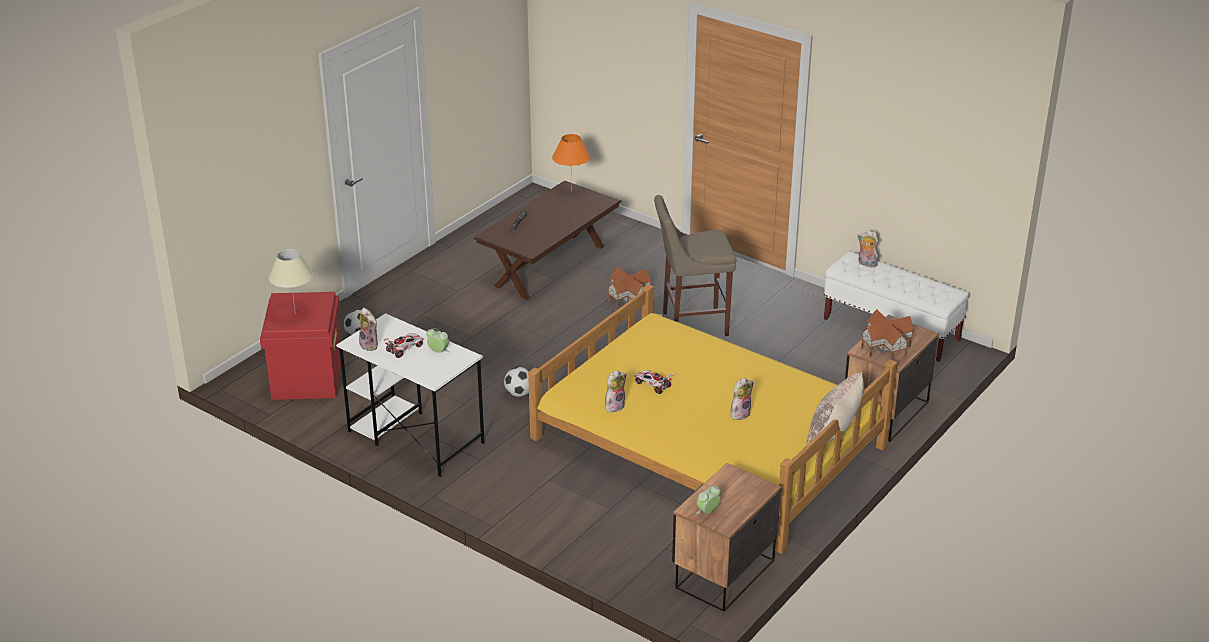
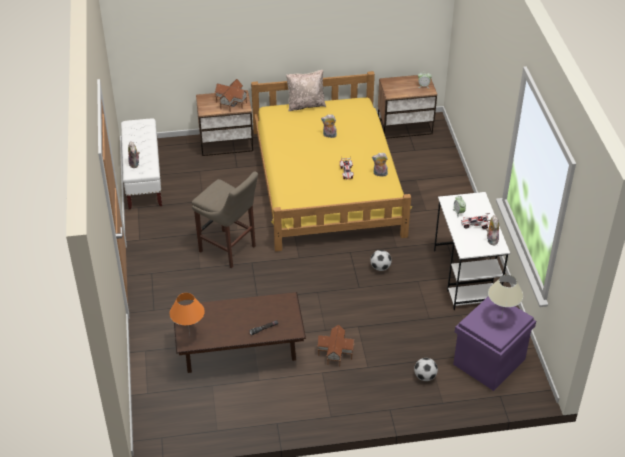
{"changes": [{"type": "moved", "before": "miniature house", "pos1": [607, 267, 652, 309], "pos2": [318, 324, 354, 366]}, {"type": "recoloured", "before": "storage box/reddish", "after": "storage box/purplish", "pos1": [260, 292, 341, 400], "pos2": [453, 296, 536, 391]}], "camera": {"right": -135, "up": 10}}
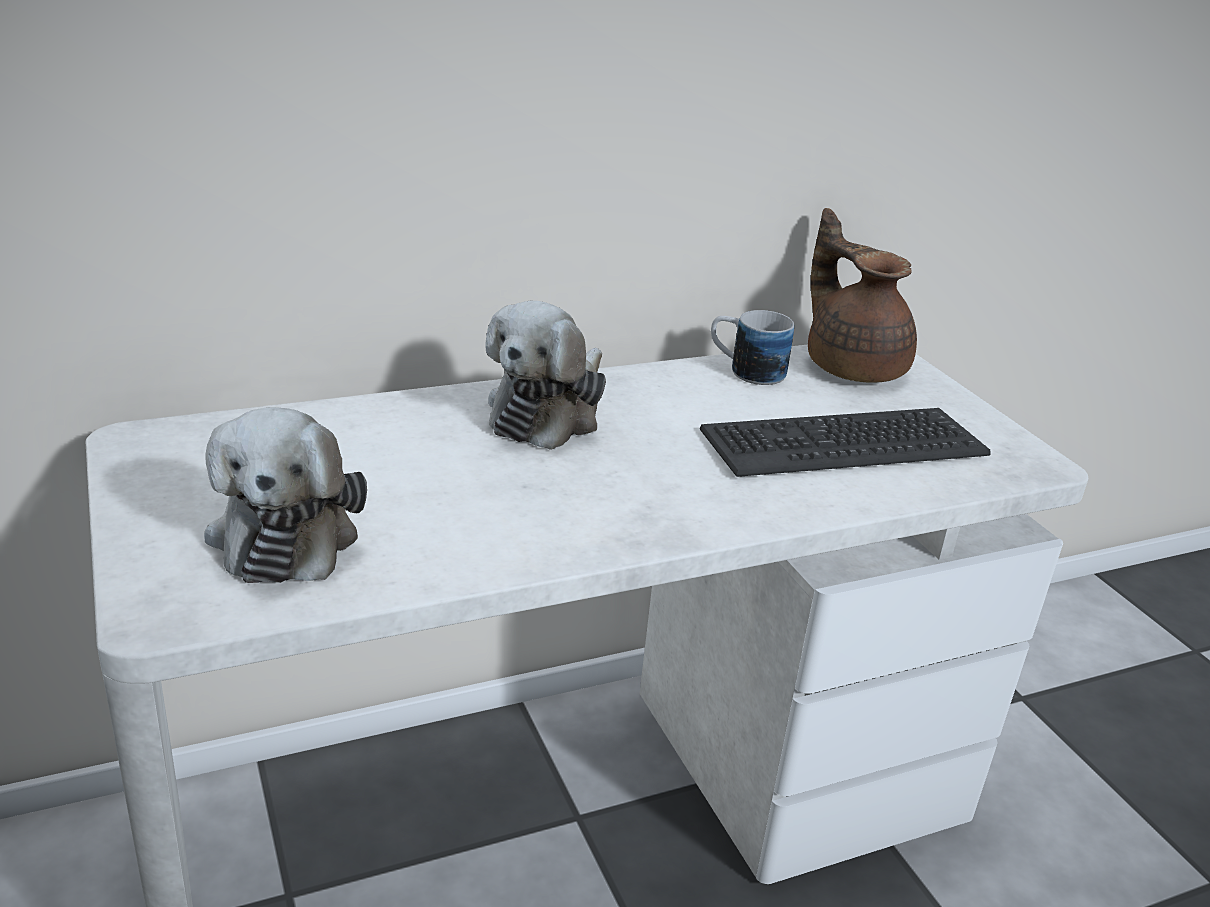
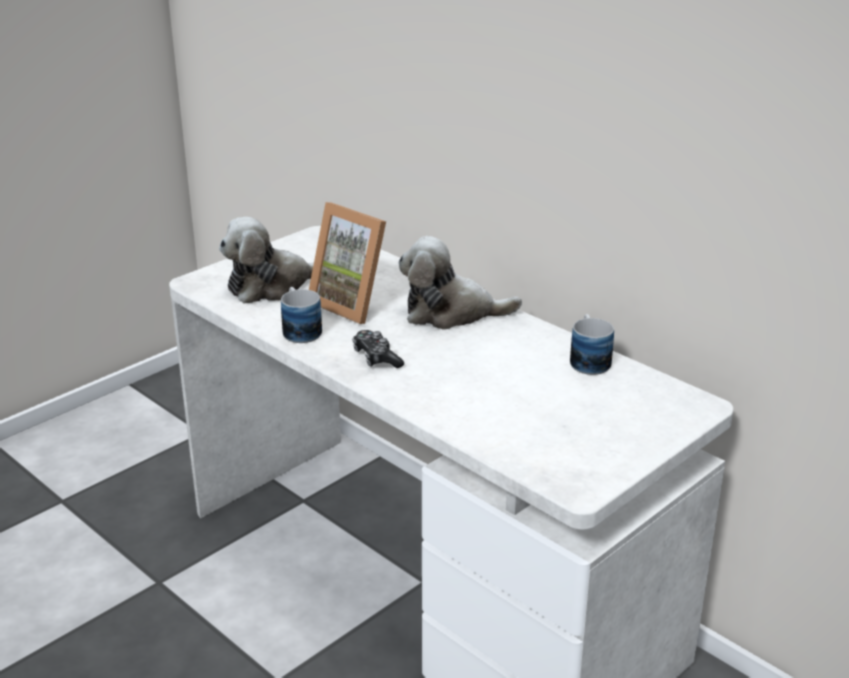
{"changes": [{"type": "removed", "before": "keyboard", "pos1": [700, 408, 991, 477]}, {"type": "removed", "before": "pot for tea/brownish", "pos1": [808, 208, 917, 383]}, {"type": "added", "after": "tea mug", "pos2": [281, 287, 322, 343]}, {"type": "added", "after": "picture frame", "pos2": [309, 202, 386, 324]}, {"type": "added", "after": "gamepad", "pos2": [352, 330, 404, 368]}], "camera": {"right": 70, "up": 0}}
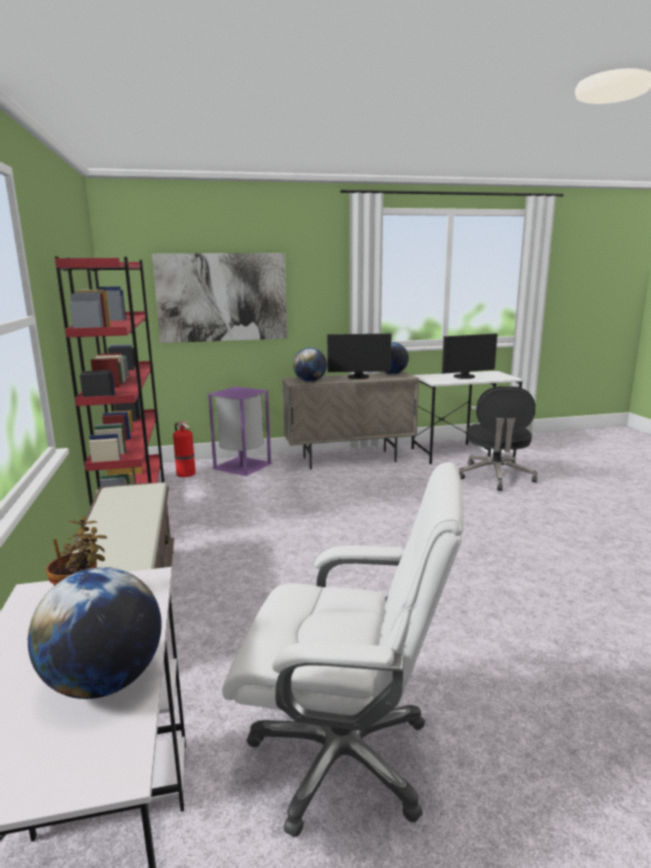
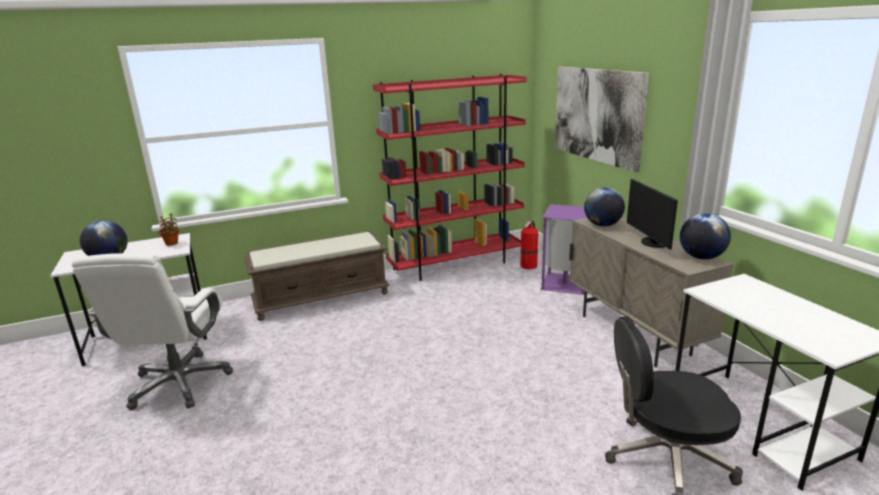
{"changes": [{"type": "removed", "before": "computer display", "pos1": [442, 333, 497, 379]}], "camera": {"right": 80, "up": 5}}
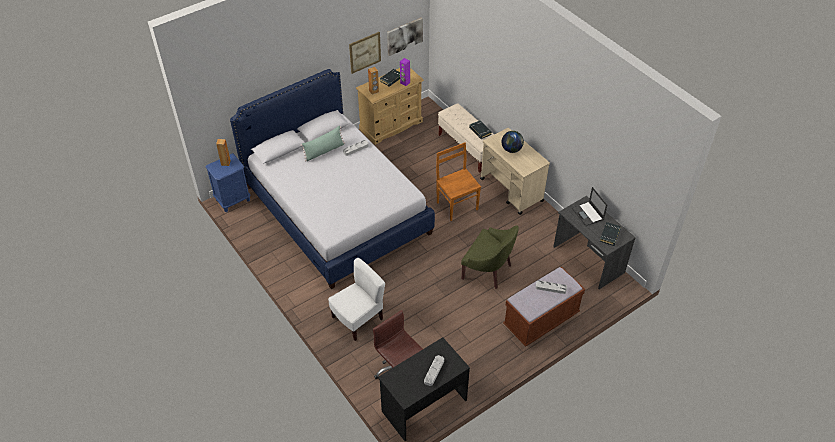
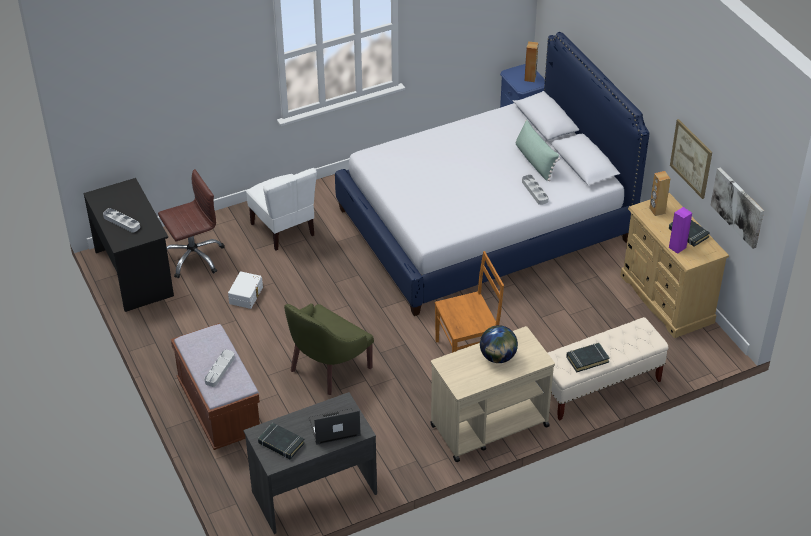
{"changes": [{"type": "added", "after": "storage box/whitish", "pos2": [228, 271, 263, 309]}], "camera": {"right": 100, "up": -5}}
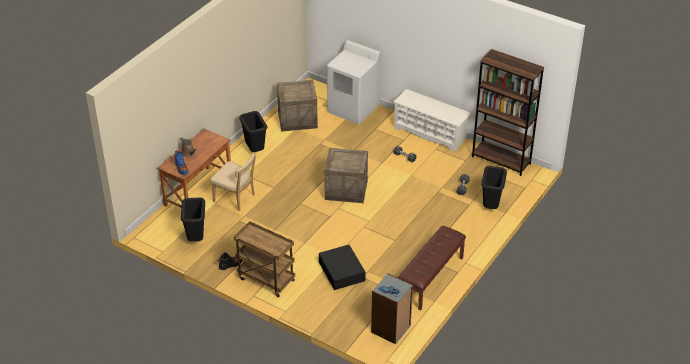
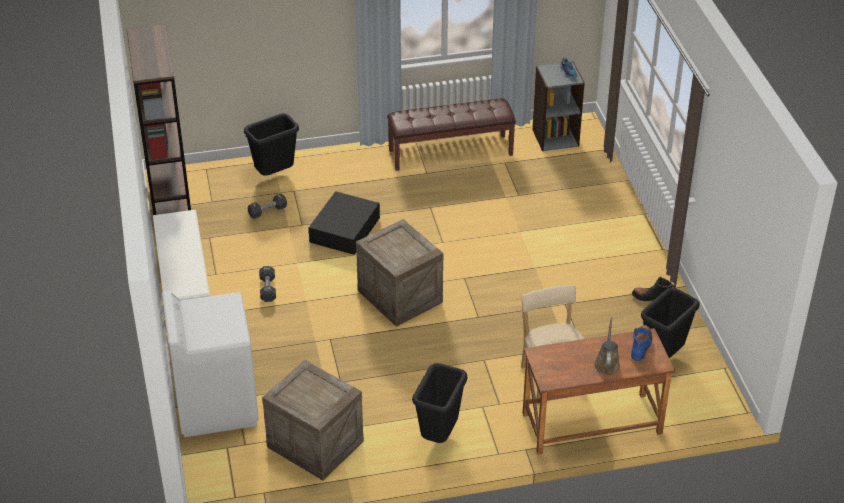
{"changes": [{"type": "removed", "before": "cart/brownish", "pos1": [234, 221, 295, 297]}, {"type": "moved", "before": "storage box/black-coloured", "pos1": [319, 245, 365, 290], "pos2": [308, 191, 380, 255]}], "camera": {"right": -135, "up": 0}}
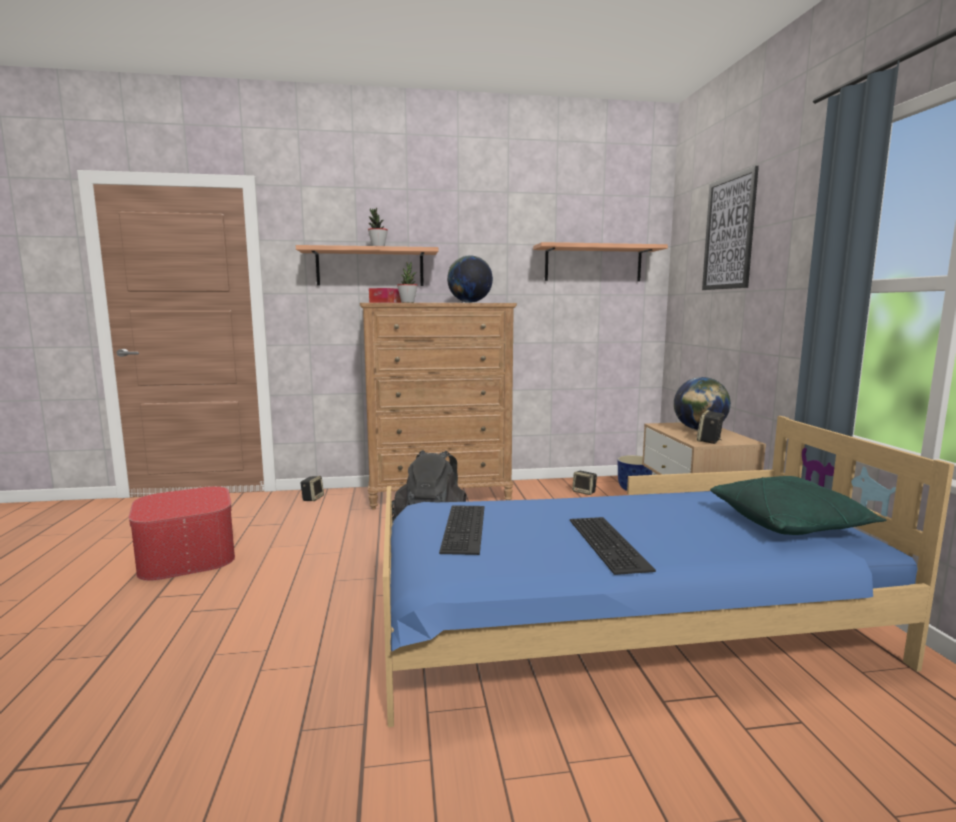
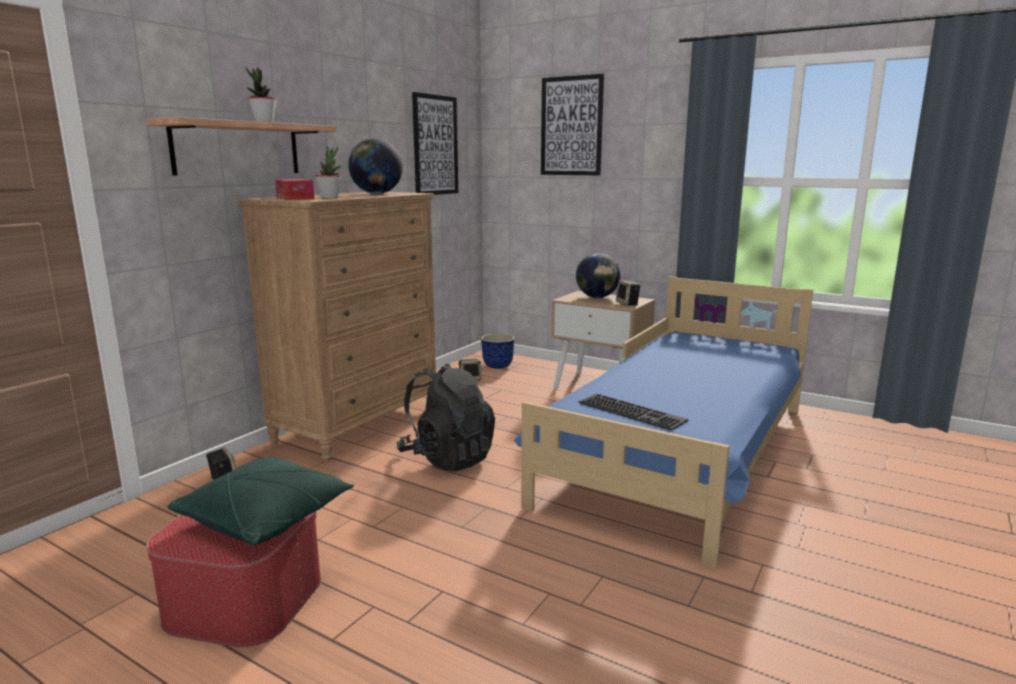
{"changes": [{"type": "removed", "before": "keyboard", "pos1": [570, 517, 656, 575]}, {"type": "moved", "before": "cushion/greenish", "pos1": [710, 476, 886, 535], "pos2": [167, 456, 354, 545]}, {"type": "replaced", "before": "shelf", "after": "picture", "pos1": [533, 242, 668, 281], "pos2": [412, 92, 458, 195]}], "camera": {"right": -50, "up": 5}}
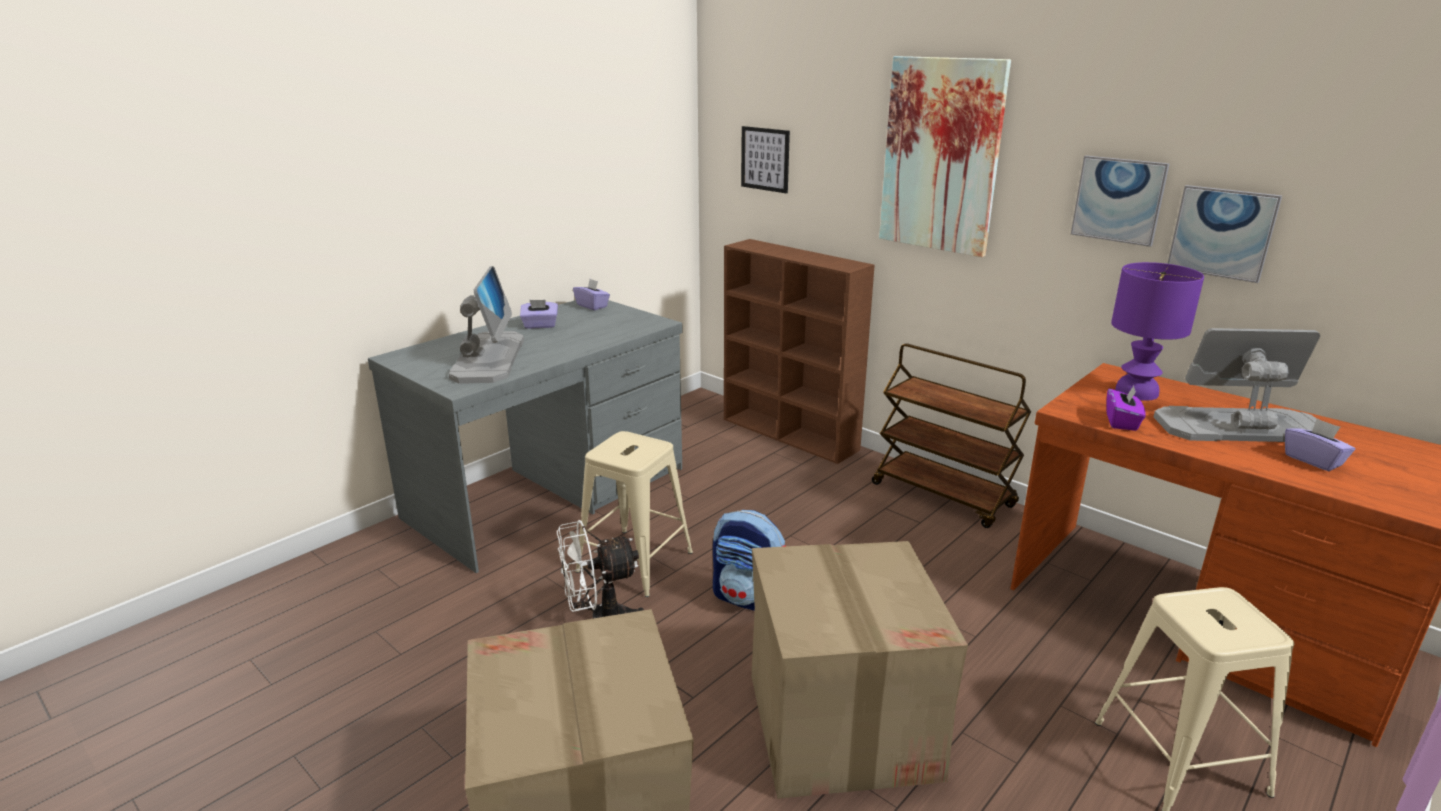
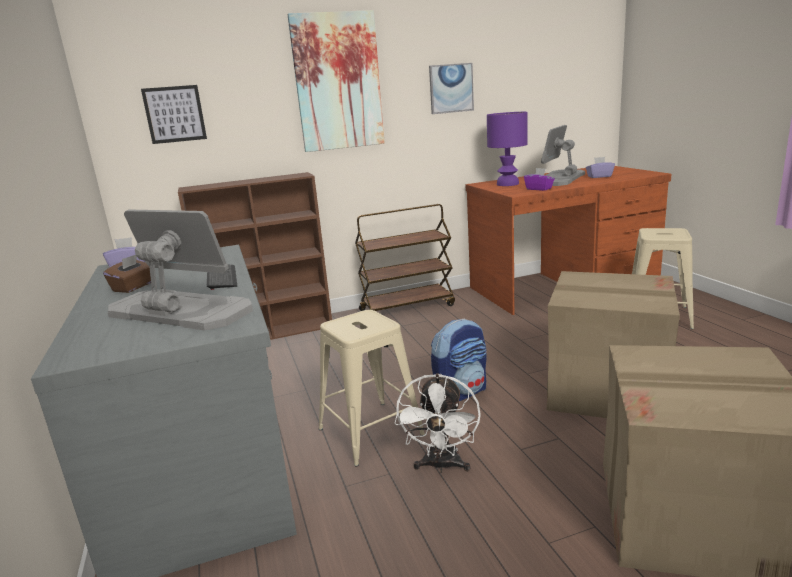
{"changes": [{"type": "removed", "before": "picture", "pos1": [1167, 185, 1282, 283]}, {"type": "added", "after": "keyboard", "pos2": [207, 265, 238, 290]}, {"type": "recoloured", "before": "box of tissues/purplish", "after": "box of tissues/brownish", "pos1": [520, 300, 558, 329], "pos2": [103, 255, 151, 293]}], "camera": {"right": -60, "up": -5}}
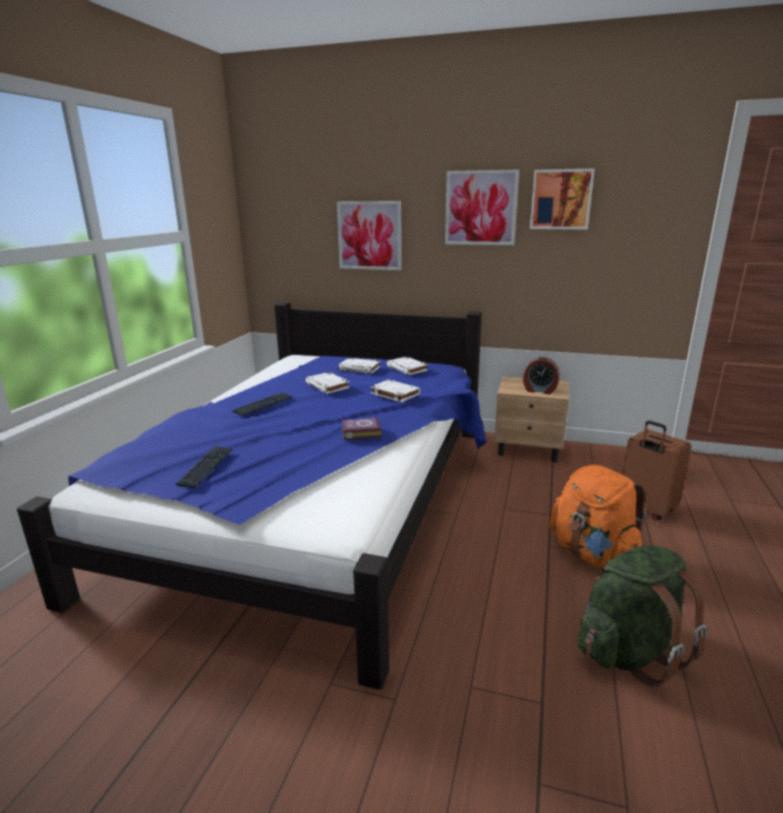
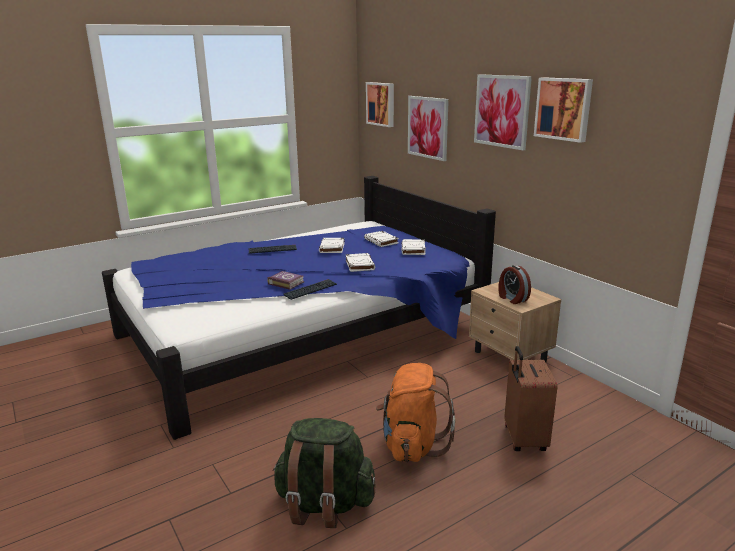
{"changes": [{"type": "added", "after": "picture", "pos2": [366, 82, 394, 127]}, {"type": "moved", "before": "keyboard", "pos1": [176, 446, 233, 488], "pos2": [283, 279, 337, 300]}], "camera": {"right": 40, "up": 0}}
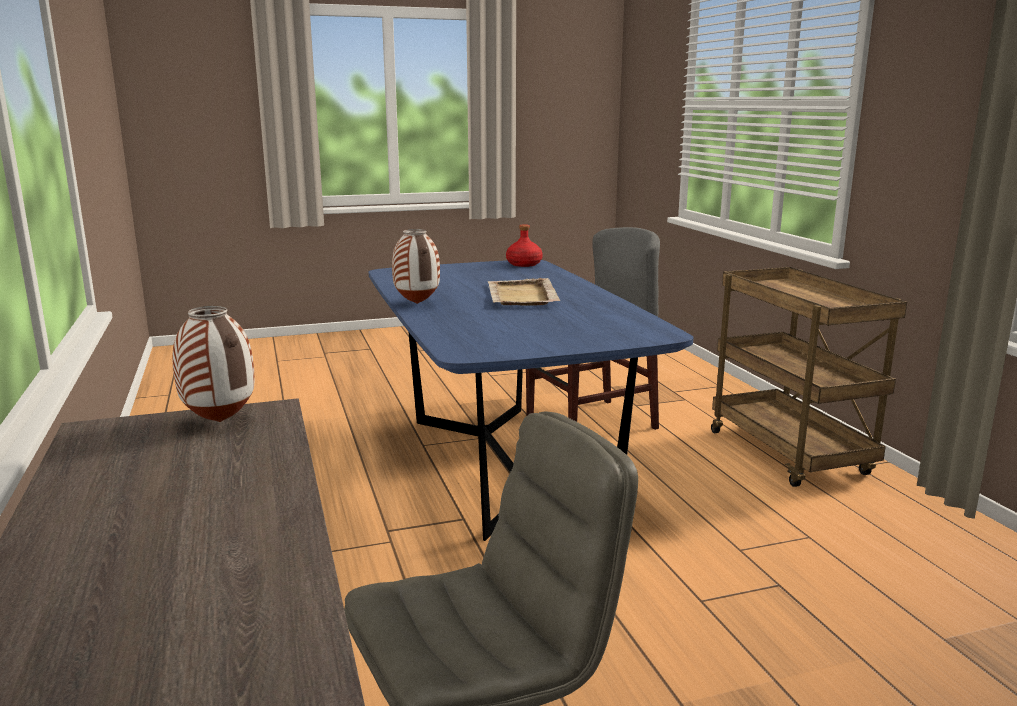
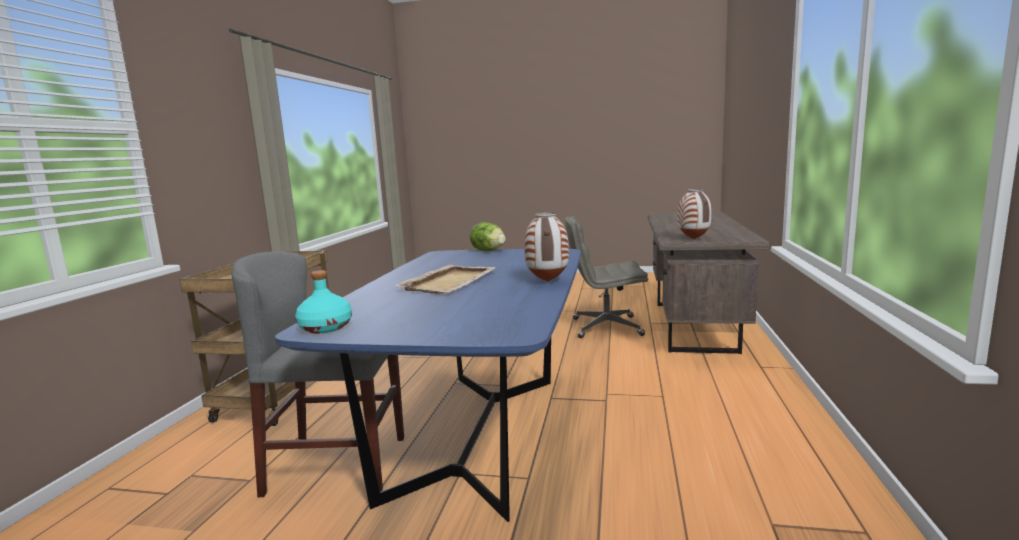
{"changes": [{"type": "added", "after": "lettuce head", "pos2": [470, 222, 505, 251]}, {"type": "recoloured", "before": "bottle/reddish", "after": "bottle/blue-green", "pos1": [506, 224, 543, 267], "pos2": [295, 270, 352, 333]}], "camera": {"right": -150, "up": -5}}
